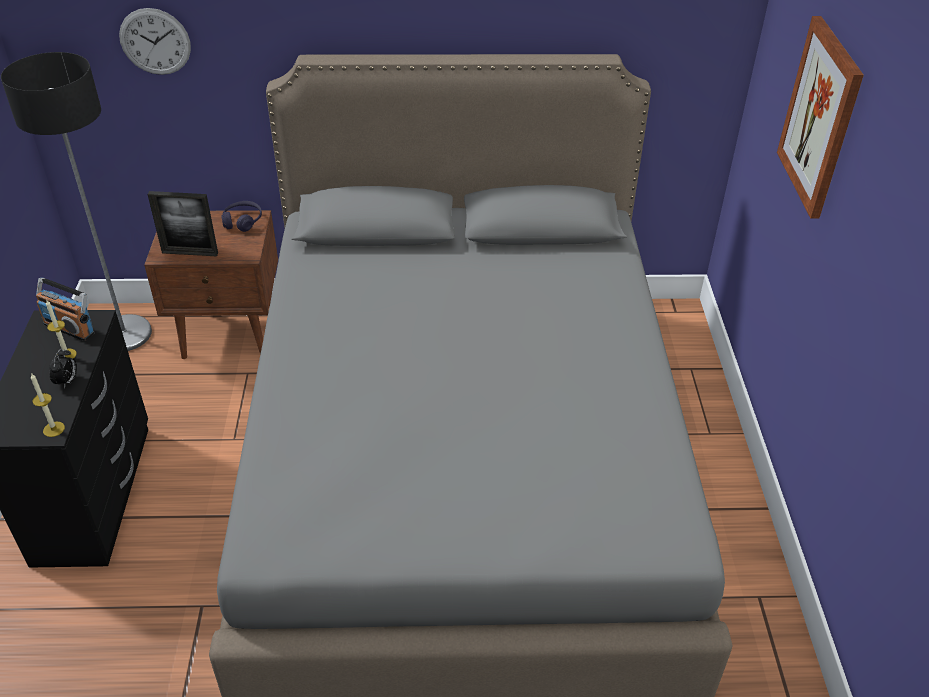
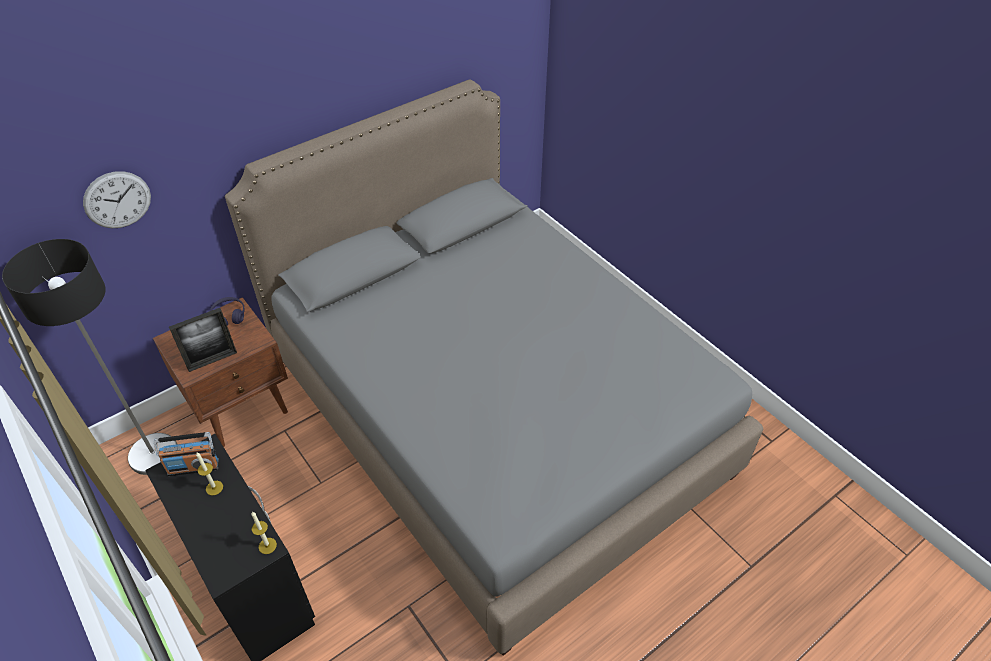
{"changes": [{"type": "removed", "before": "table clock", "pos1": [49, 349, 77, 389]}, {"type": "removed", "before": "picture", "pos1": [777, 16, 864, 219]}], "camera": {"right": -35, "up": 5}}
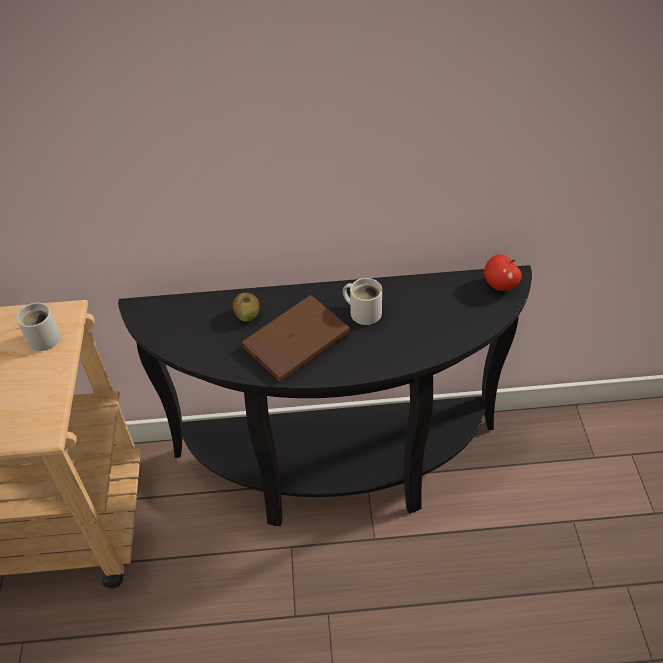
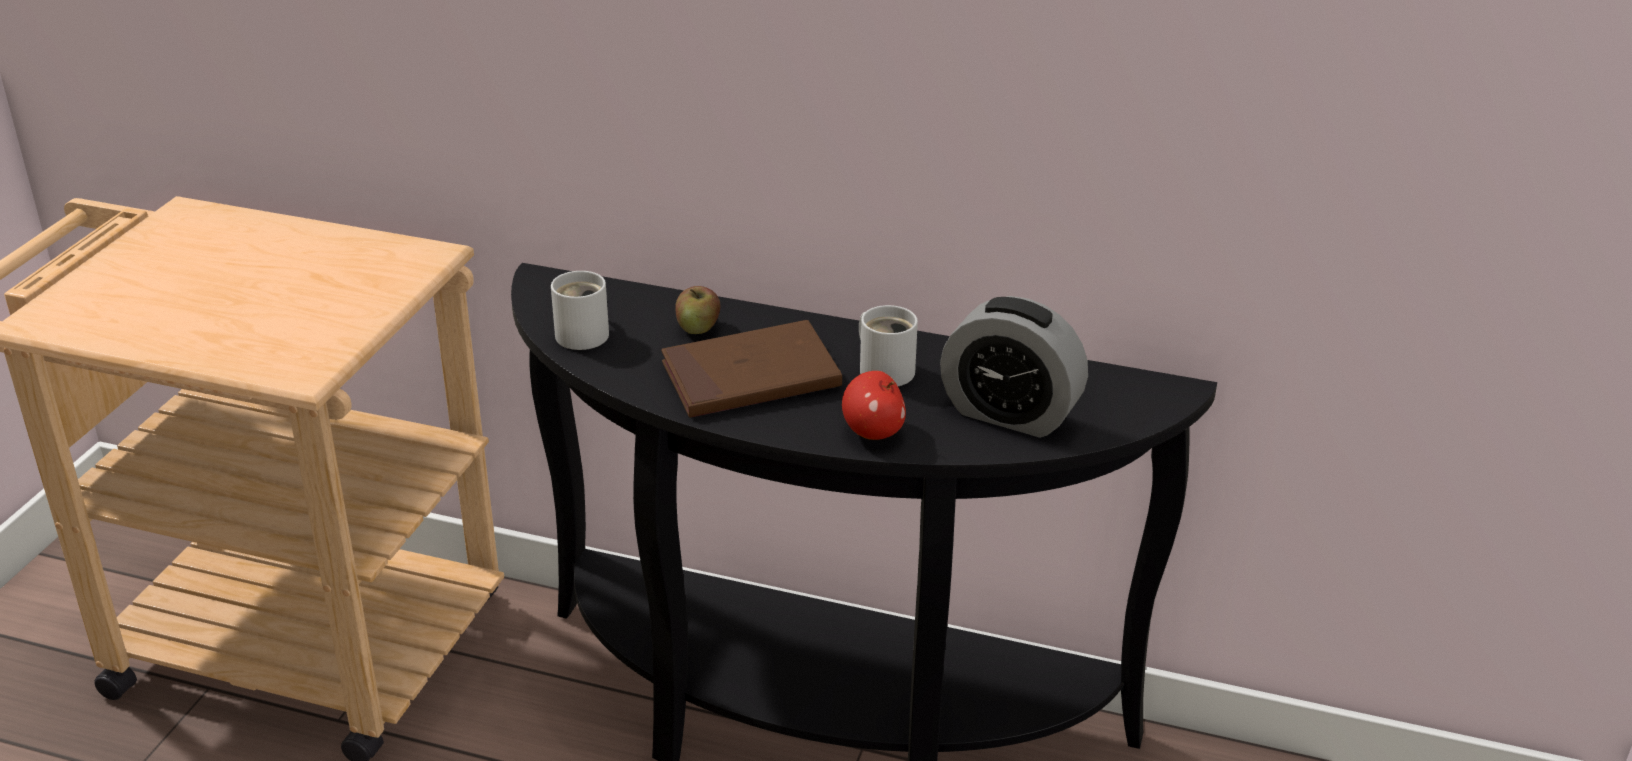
{"changes": [{"type": "added", "after": "table clock", "pos2": [940, 296, 1088, 438]}, {"type": "moved", "before": "tea mug/whitish", "pos1": [16, 303, 60, 351], "pos2": [551, 271, 609, 350]}, {"type": "moved", "before": "whole apple", "pos1": [484, 254, 521, 291], "pos2": [842, 371, 906, 440]}], "camera": {"right": 20, "up": -15}}
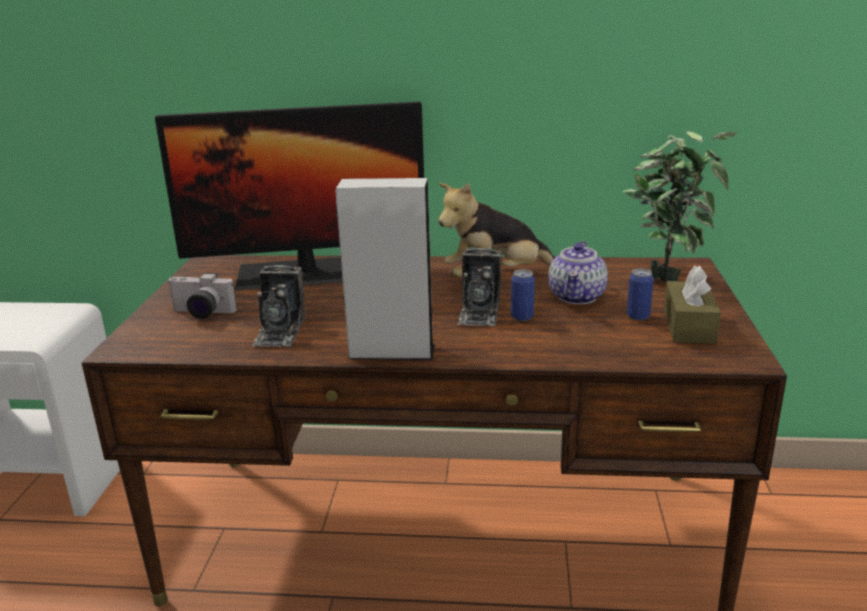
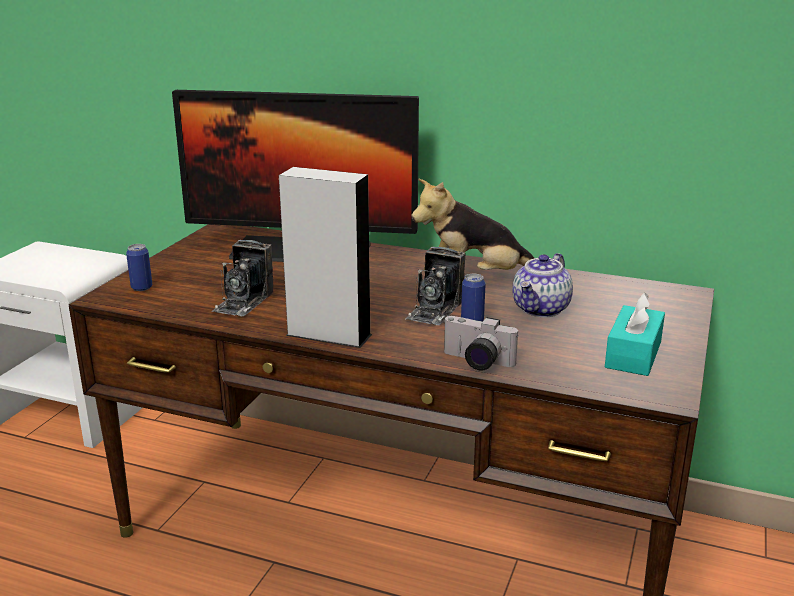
{"changes": [{"type": "removed", "before": "plant in a pot", "pos1": [622, 131, 739, 281]}, {"type": "moved", "before": "photo camera", "pos1": [167, 273, 237, 319], "pos2": [443, 316, 518, 371]}, {"type": "moved", "before": "sealed can", "pos1": [627, 268, 654, 320], "pos2": [126, 244, 152, 291]}, {"type": "recoloured", "before": "box of tissues/brownish", "after": "box of tissues/blue-green", "pos1": [664, 265, 721, 344], "pos2": [605, 292, 665, 376]}], "camera": {"right": 15, "up": 0}}
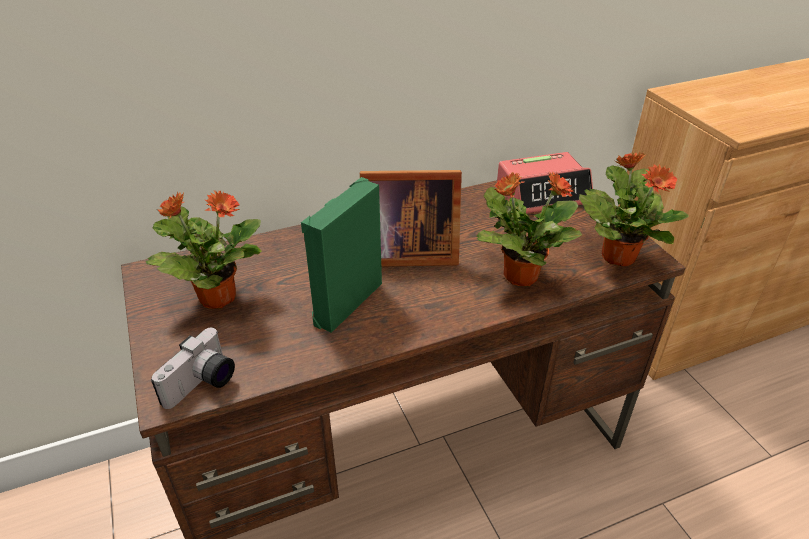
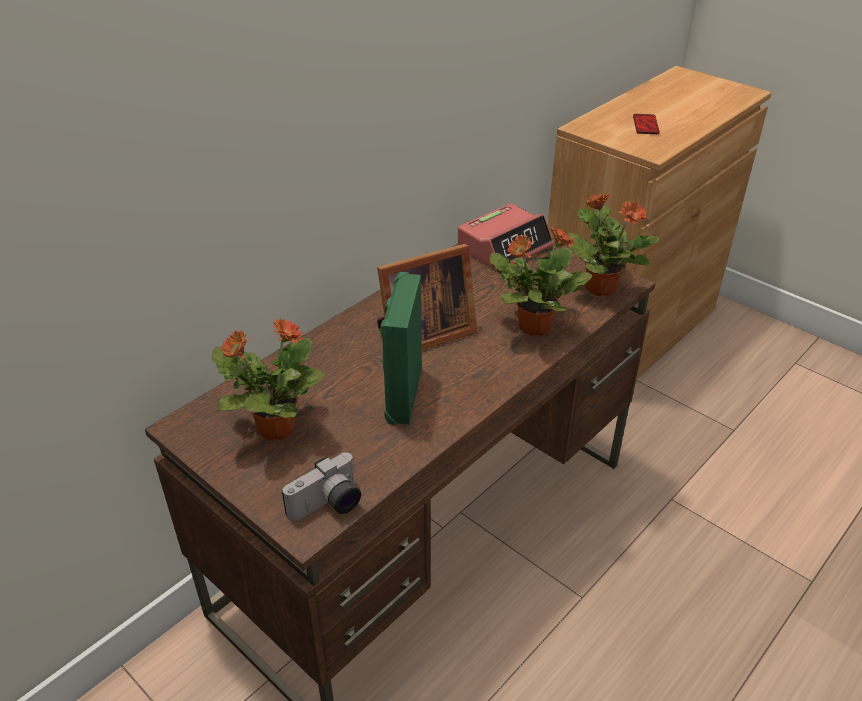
{"changes": [{"type": "added", "after": "telephone", "pos2": [633, 114, 660, 134]}, {"type": "turned", "before": "photo camera", "pos1": [151, 328, 235, 409], "pos2": [282, 452, 361, 522], "turn": 45}], "camera": {"right": -25, "up": 0}}
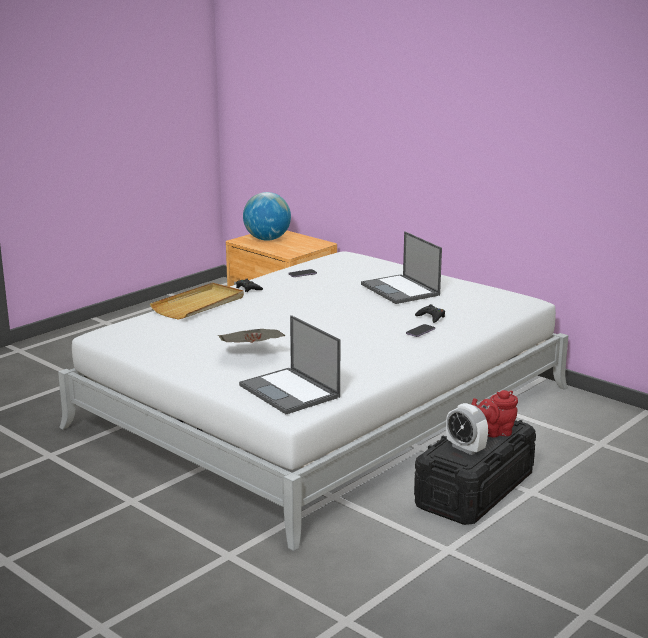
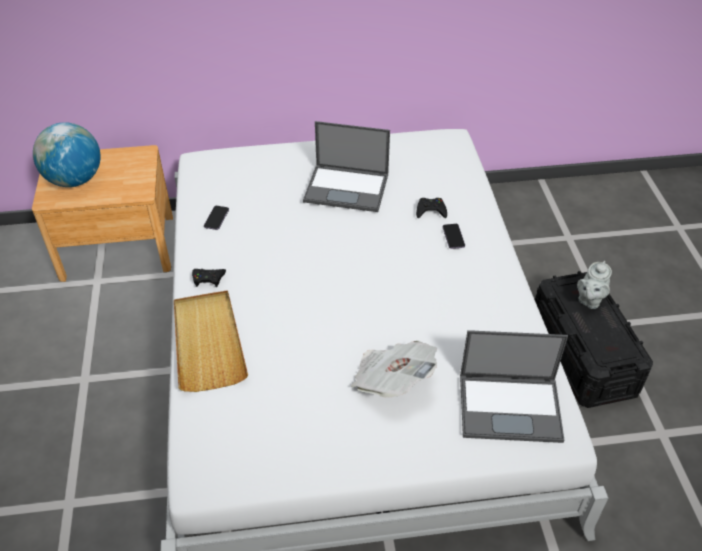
{"changes": [{"type": "removed", "before": "table clock", "pos1": [446, 403, 488, 455]}, {"type": "recoloured", "before": "pot for tea/reddish", "after": "pot for tea/gray", "pos1": [471, 390, 518, 437], "pos2": [577, 261, 612, 309]}], "camera": {"right": -50, "up": 25}}
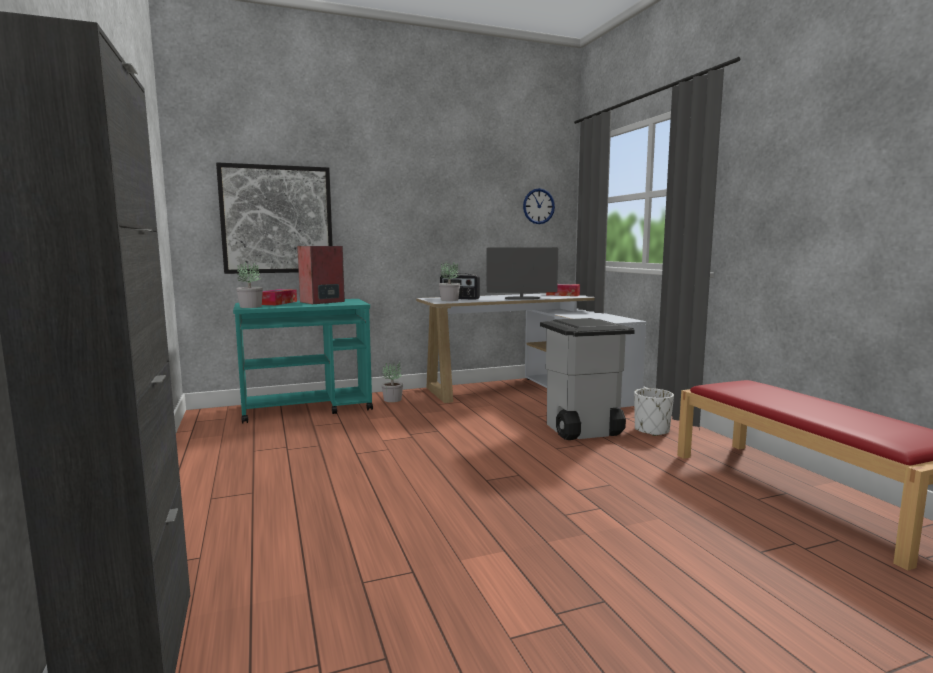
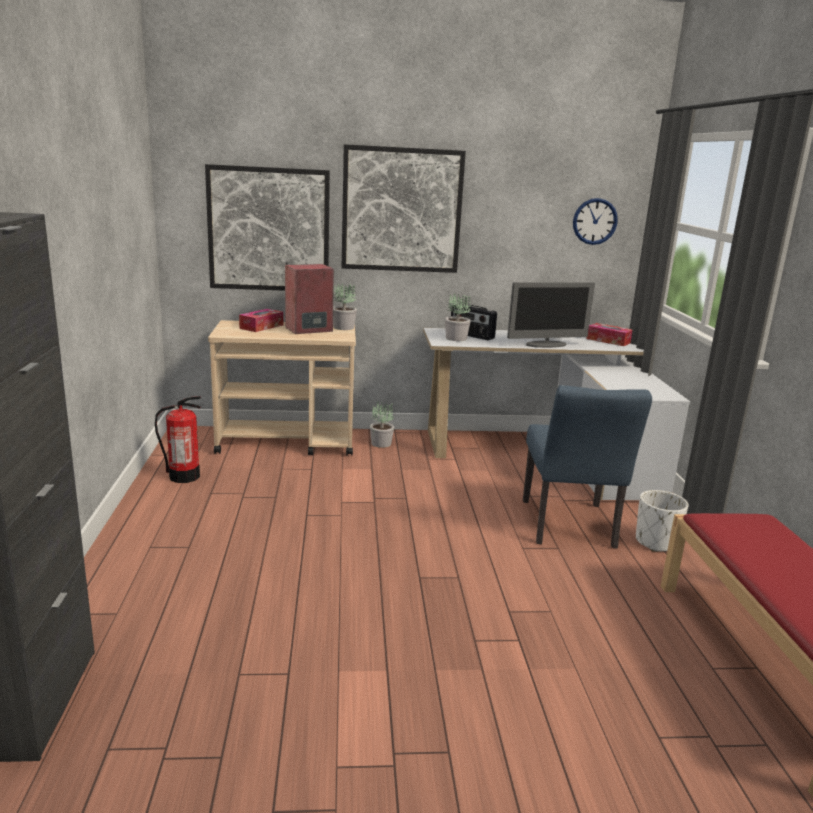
{"changes": [{"type": "added", "after": "fire extinguisher", "pos2": [155, 396, 201, 483]}, {"type": "added", "after": "picture", "pos2": [342, 144, 466, 273]}, {"type": "moved", "before": "plant in a pot", "pos1": [236, 262, 263, 308], "pos2": [333, 283, 357, 330]}, {"type": "replaced", "before": "rubbish bin/gray", "after": "plain chair/bluish", "pos1": [540, 318, 635, 440], "pos2": [523, 385, 652, 549]}, {"type": "recoloured", "before": "cart/blue-green", "after": "cart/beige-coloured", "pos1": [233, 299, 373, 423], "pos2": [208, 320, 356, 456]}, {"type": "turned", "before": "computer display", "pos1": [487, 247, 558, 300], "pos2": [507, 282, 595, 348], "turn": 150}], "camera": {"right": 15, "up": 10}}
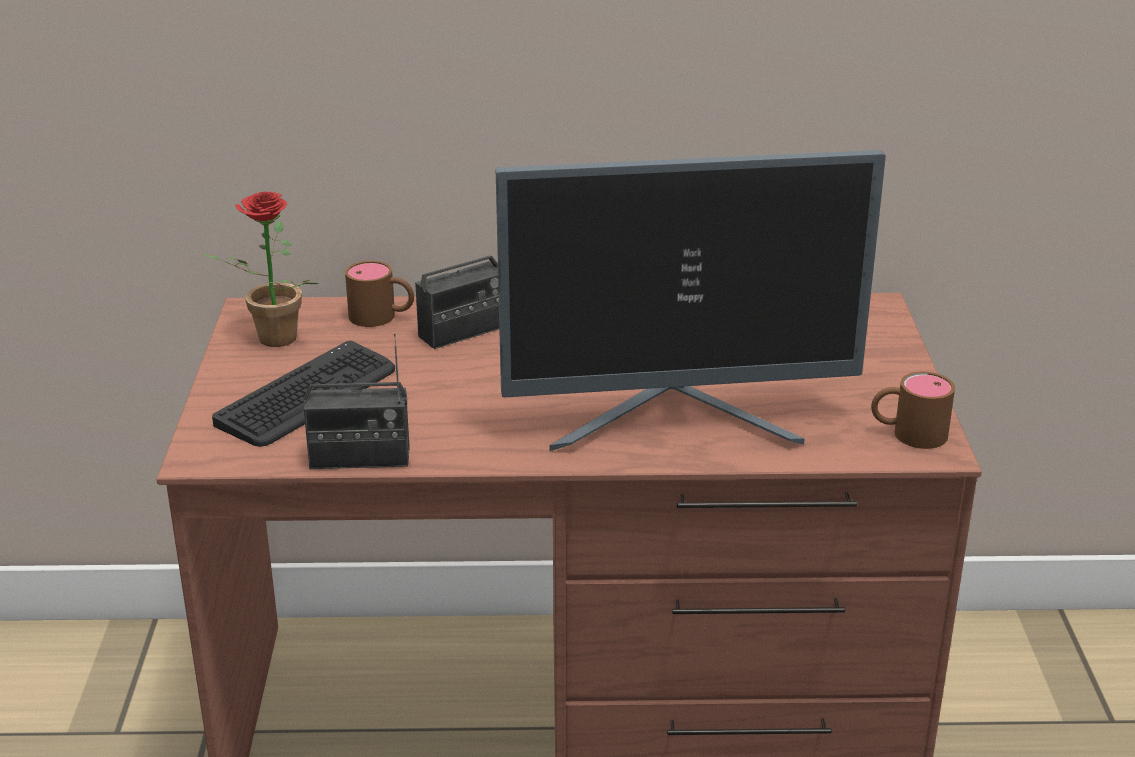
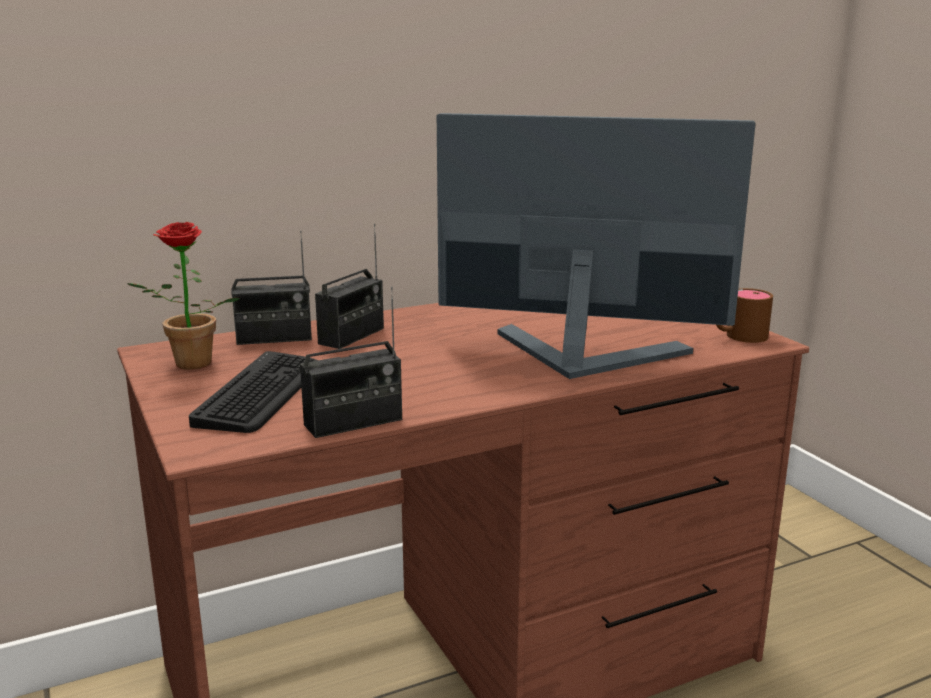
{"changes": [{"type": "replaced", "before": "tea mug/brownish", "after": "radio set", "pos1": [345, 261, 414, 327], "pos2": [231, 231, 312, 345]}, {"type": "turned", "before": "computer display", "pos1": [496, 150, 886, 451], "pos2": [437, 113, 756, 379], "turn": -135}], "camera": {"right": -25, "up": -10}}
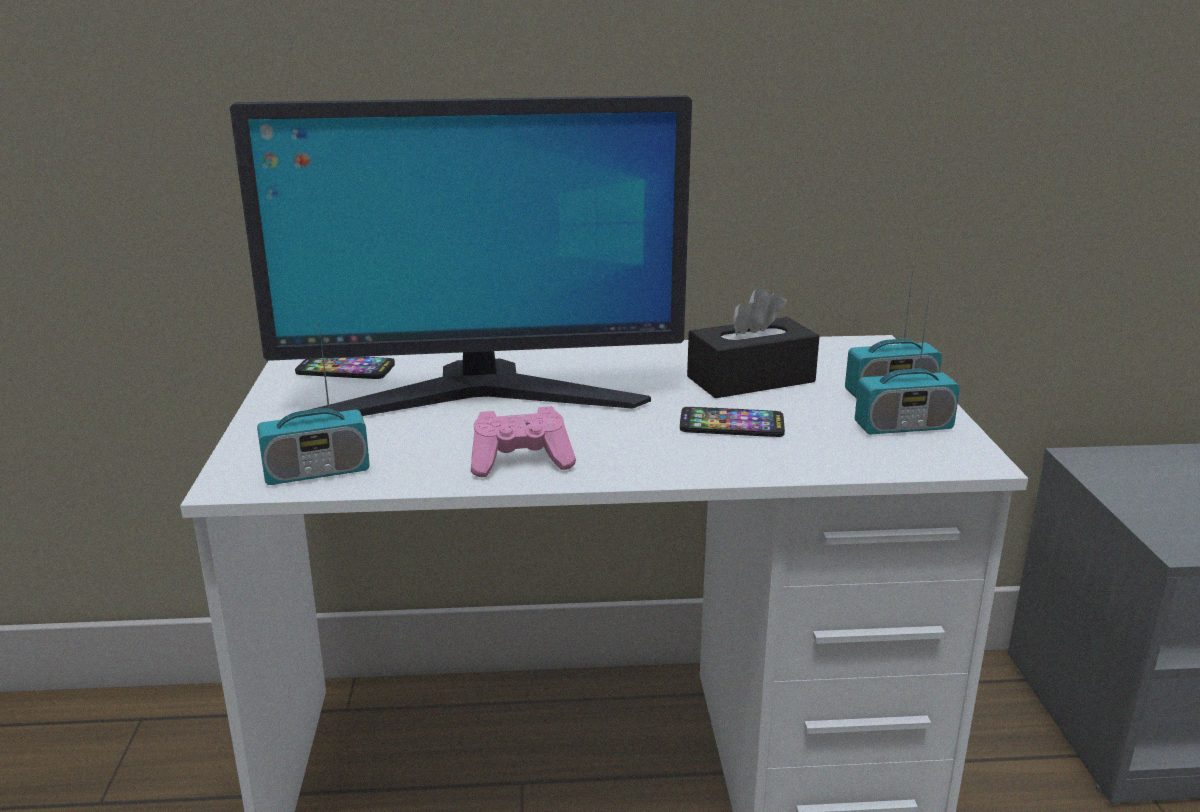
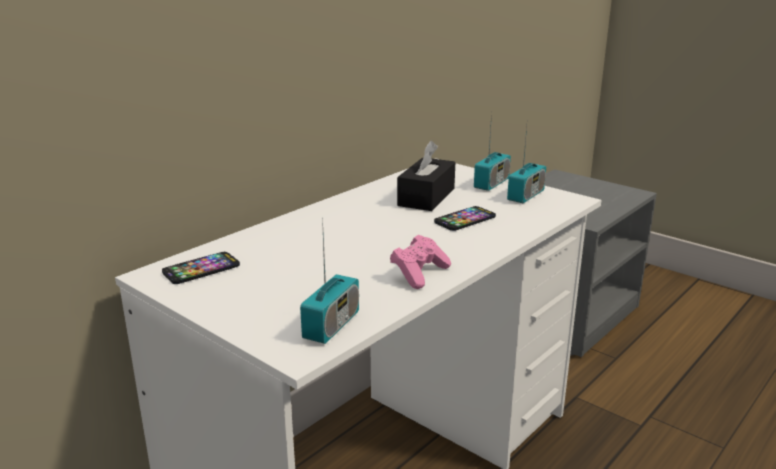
{"changes": [{"type": "removed", "before": "computer display", "pos1": [230, 95, 692, 417]}], "camera": {"right": -45, "up": 0}}
